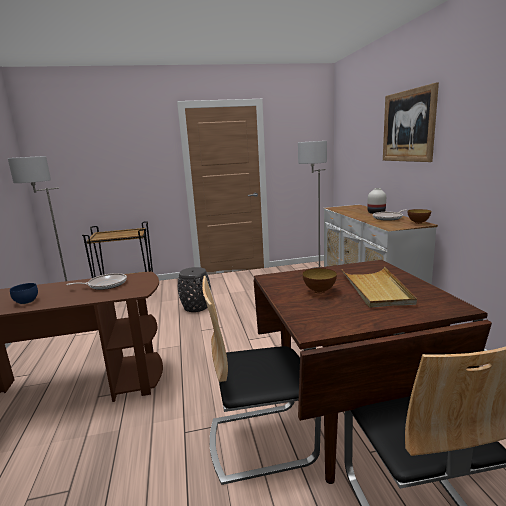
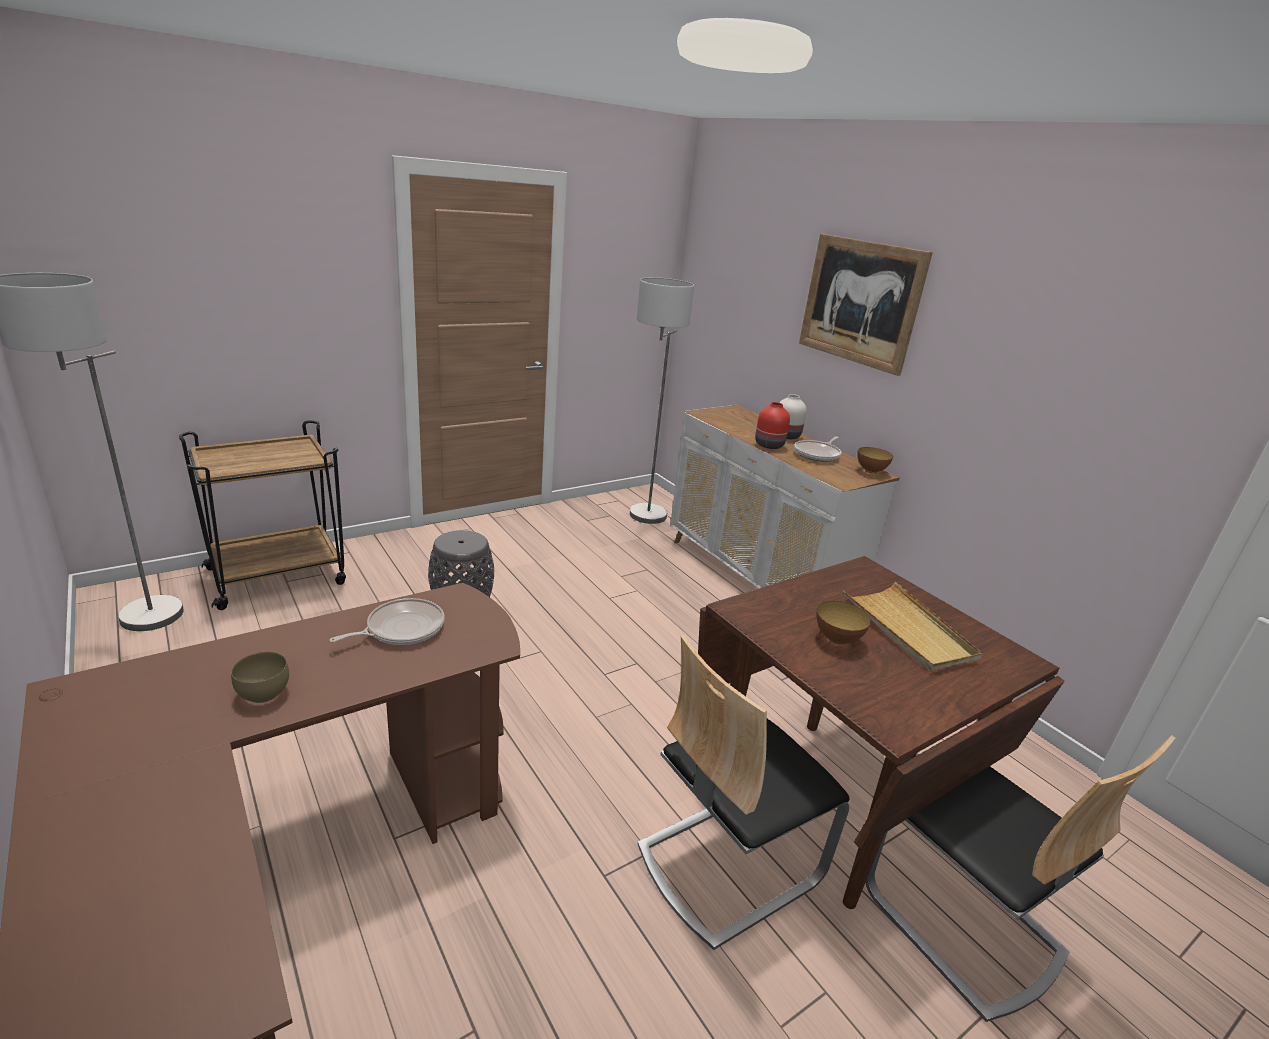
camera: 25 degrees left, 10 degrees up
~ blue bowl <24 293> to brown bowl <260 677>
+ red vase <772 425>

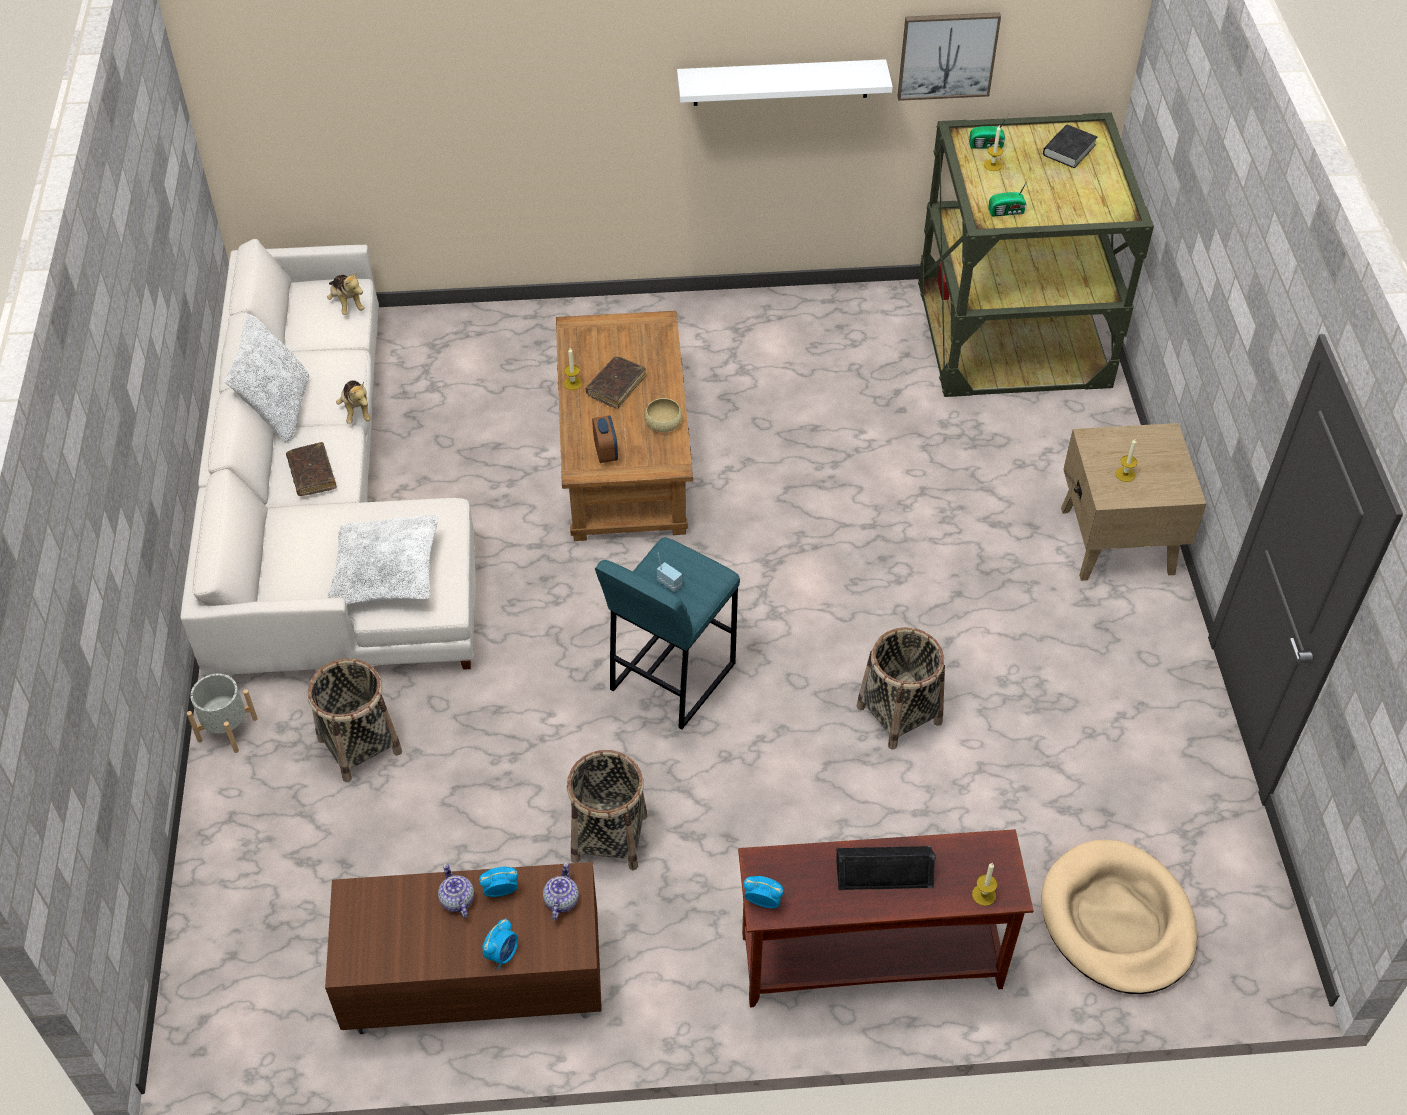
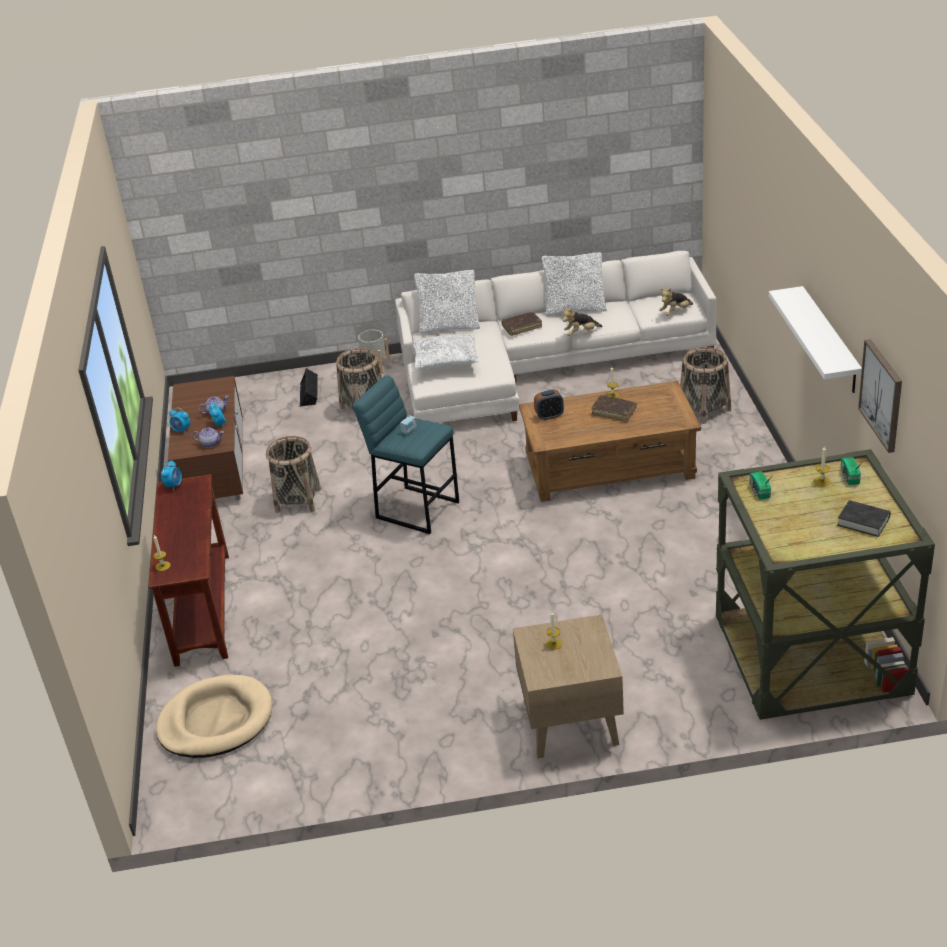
camera: 90 degrees right, 15 degrees down
- beige bowl <663 415>
~ black speaker <886 868> to <309 387>
~ basket <900 688> to <705 385>
+ white pillow <447 302>

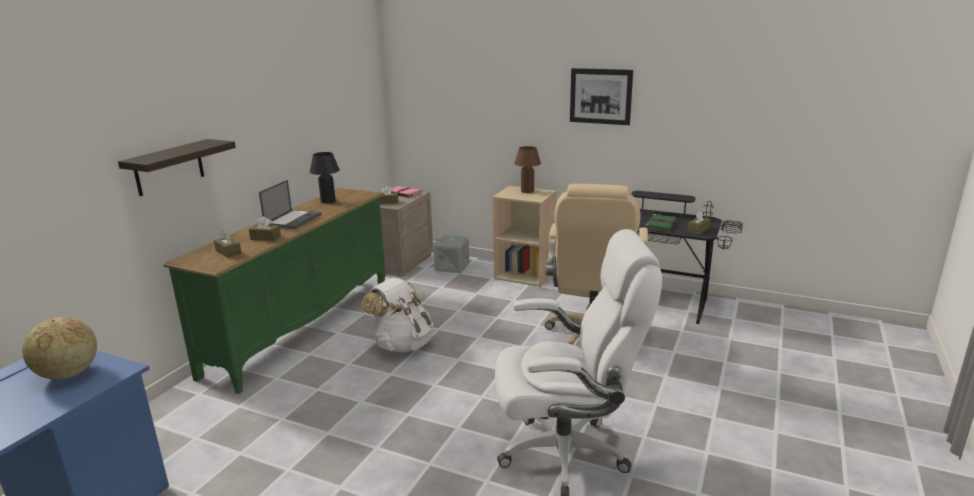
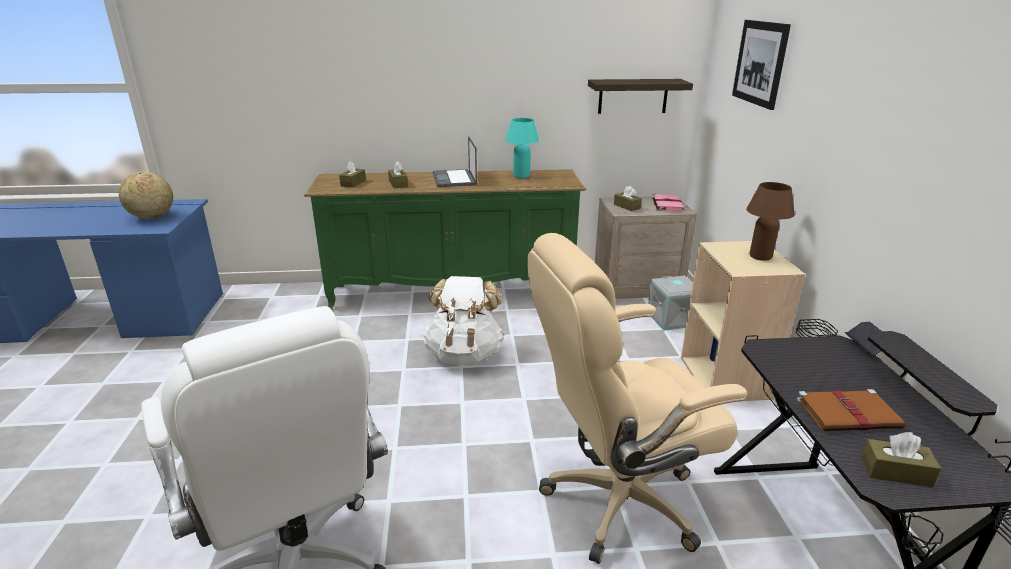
camera: 60 degrees right, 5 degrees up
~ shelf <177 167> to <640 96>
~ laptop <290 204> = <455 161> 90 degrees clockwise
~ black table lamp <325 178> to turquoise table lamp <522 148>
~ picture <601 96> to <761 65>
~ green book <661 223> to brown book <850 410>

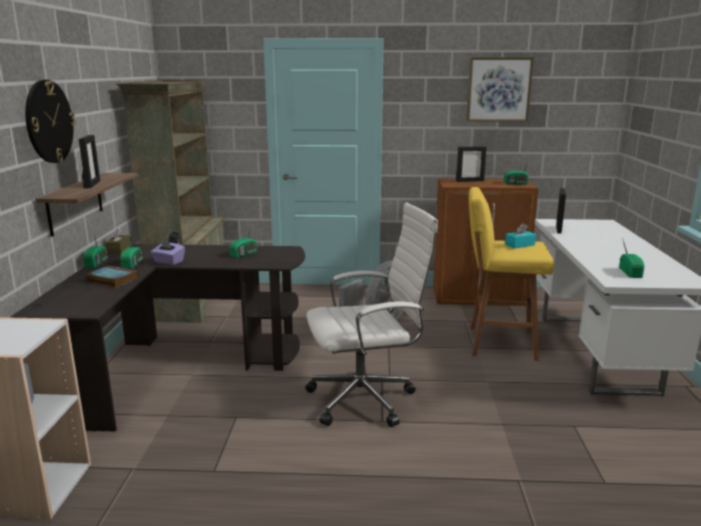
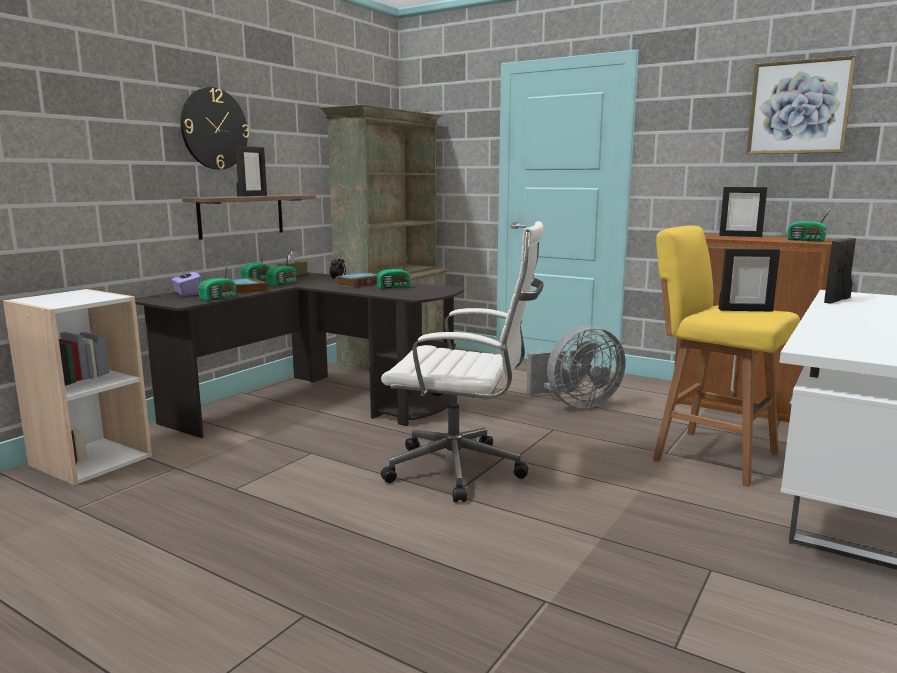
camera: 30 degrees right, 5 degrees down
~ purple tissue box <168 252> to <186 281>
~ turquoise tissue box <520 236> to picture frame <749 280>
~ radio <631 258> to <217 281>
+ book <356 280>

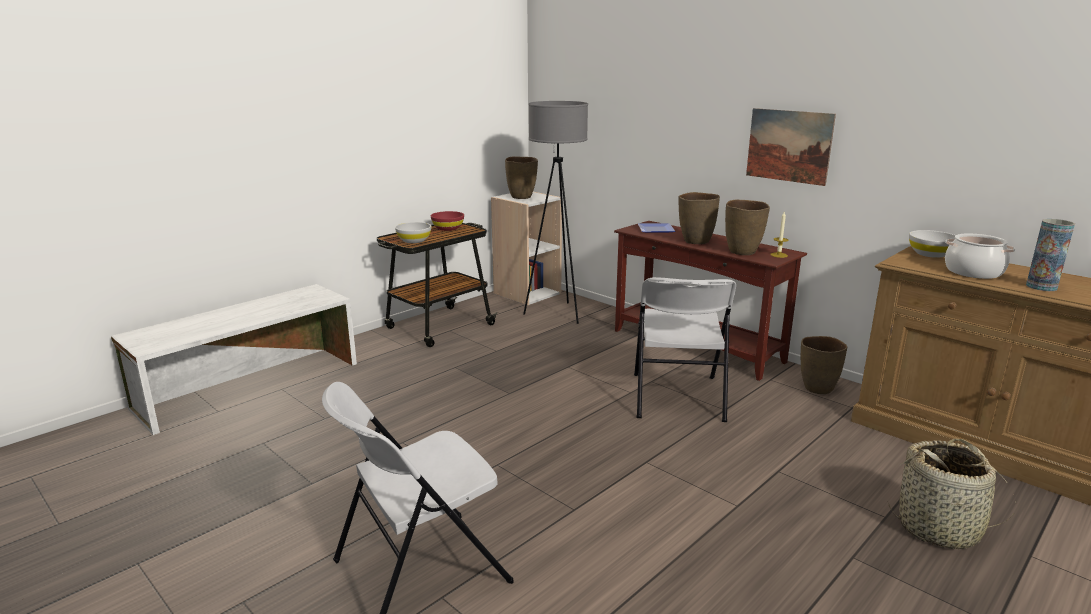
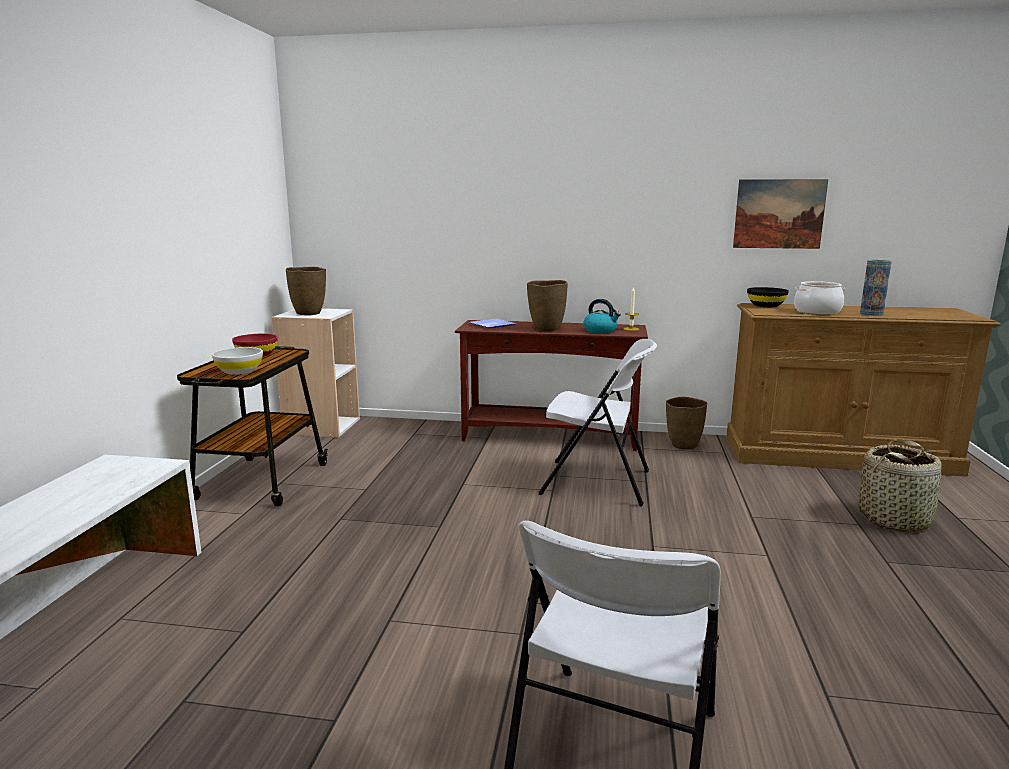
camera: 35 degrees left, 5 degrees down
- grey floor lamp <555 212>
~ white chair <685 349> = <598 423> 45 degrees counterclockwise
~ brown vase <747 227> to kettle <602 316>
~ picture <791 147> to <780 214>
~ white bowl <932 244> to black bowl <768 297>

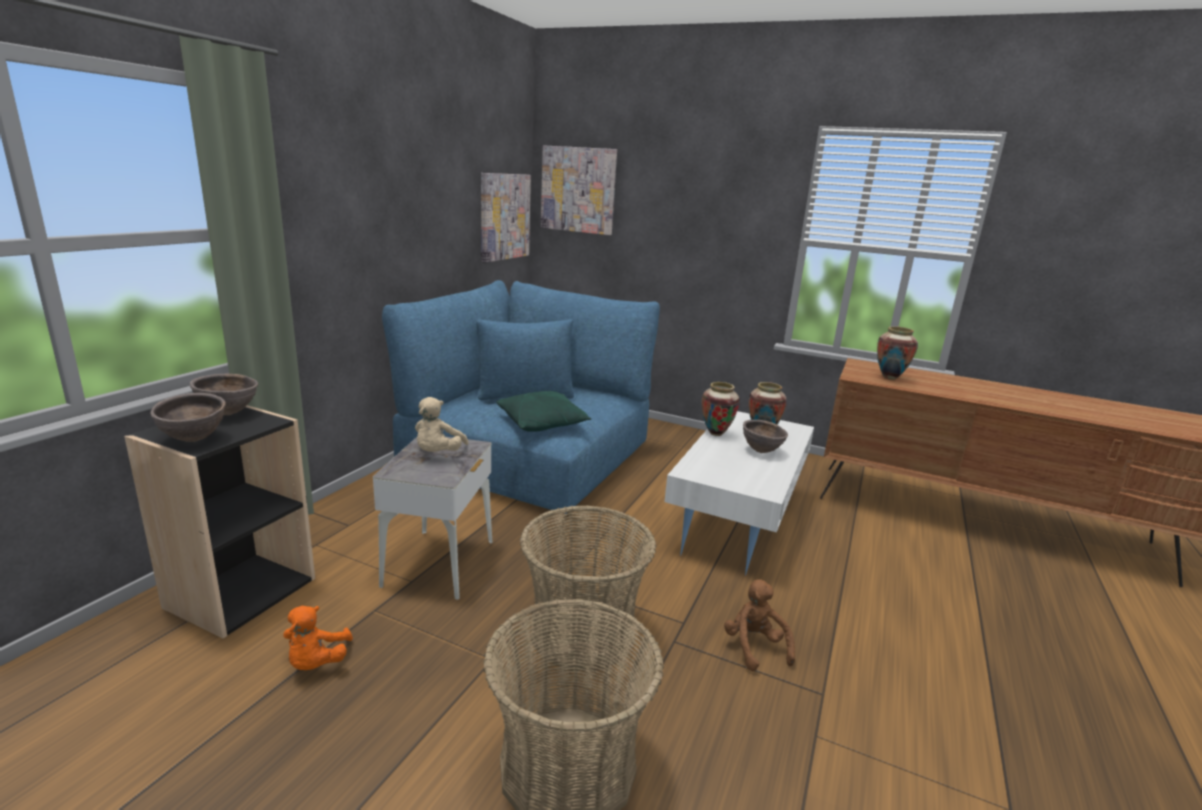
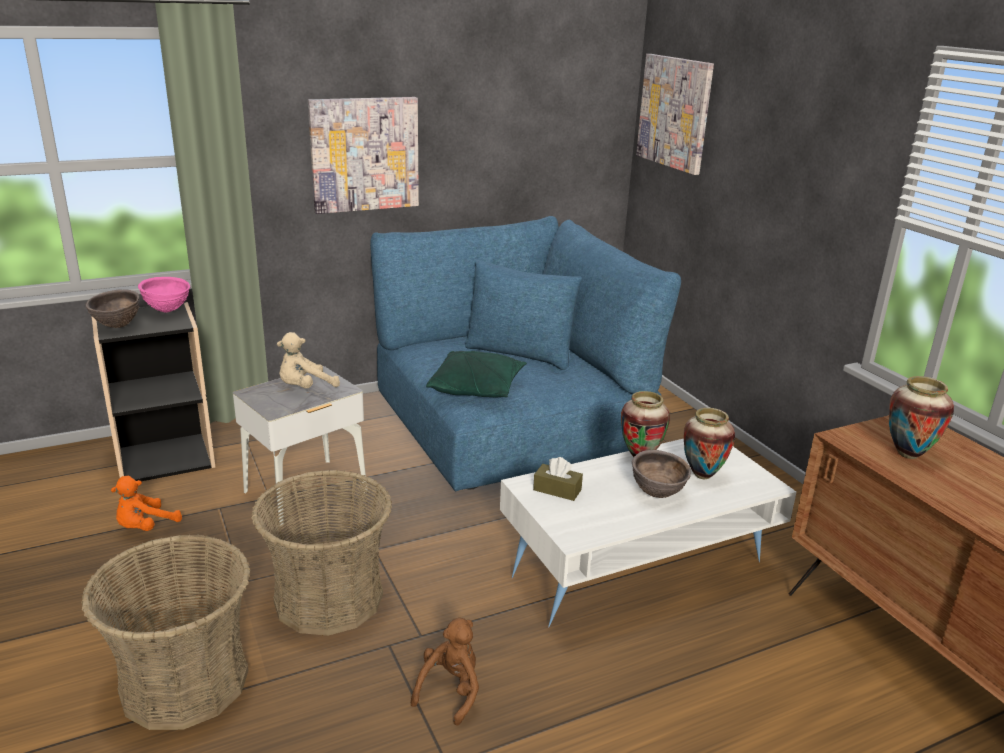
camera: 40 degrees right, 5 degrees up
~ brown bowl <224 394> to pink bowl <164 295>
~ picture <506 218> to <363 155>
+ brown tissue box <558 479>

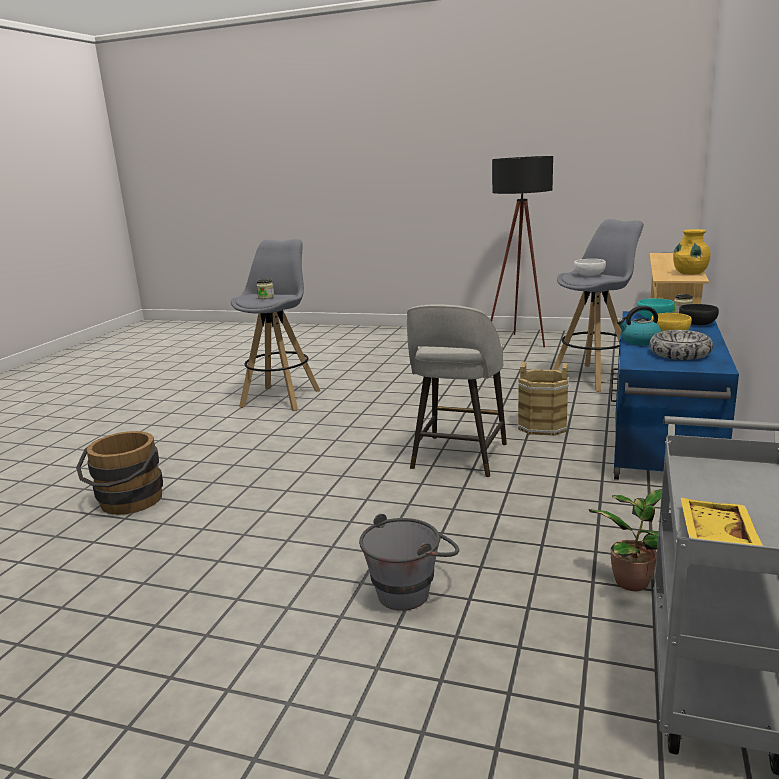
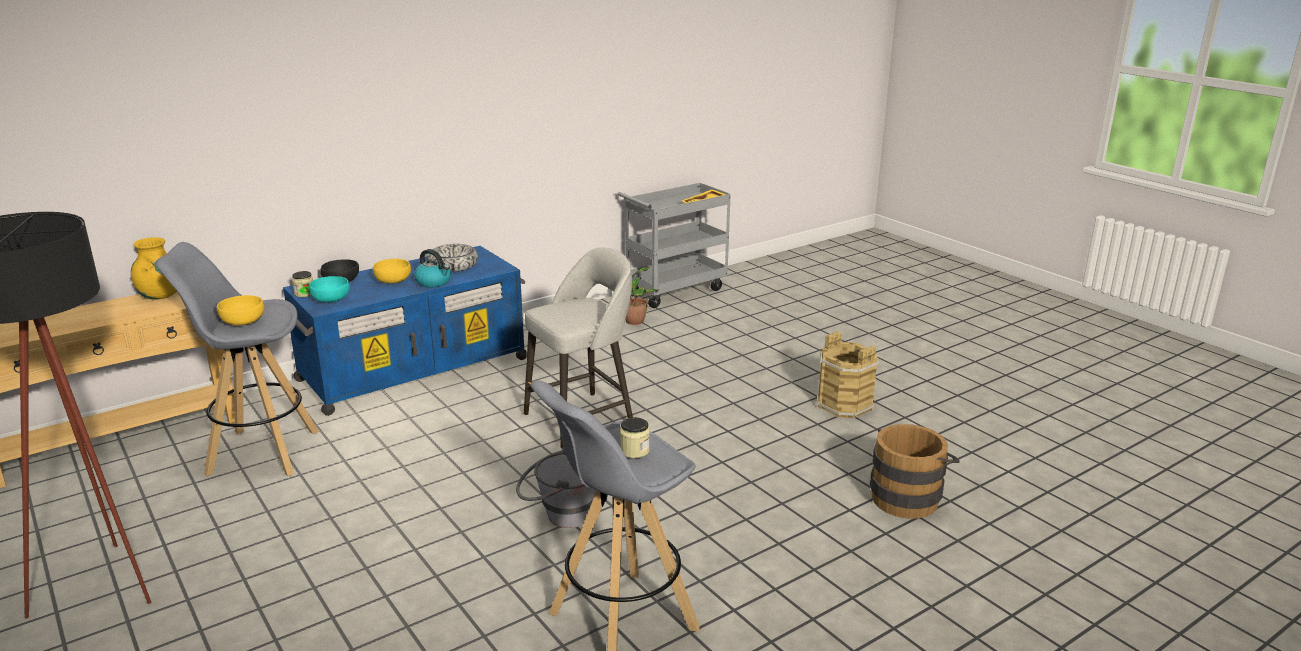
camera: 145 degrees left, 5 degrees up
~ grey bucket <409 562> to <556 488>
~ brown bucket <543 399> to <848 374>
~ white bowl <590 267> to yellow bowl <240 310>

